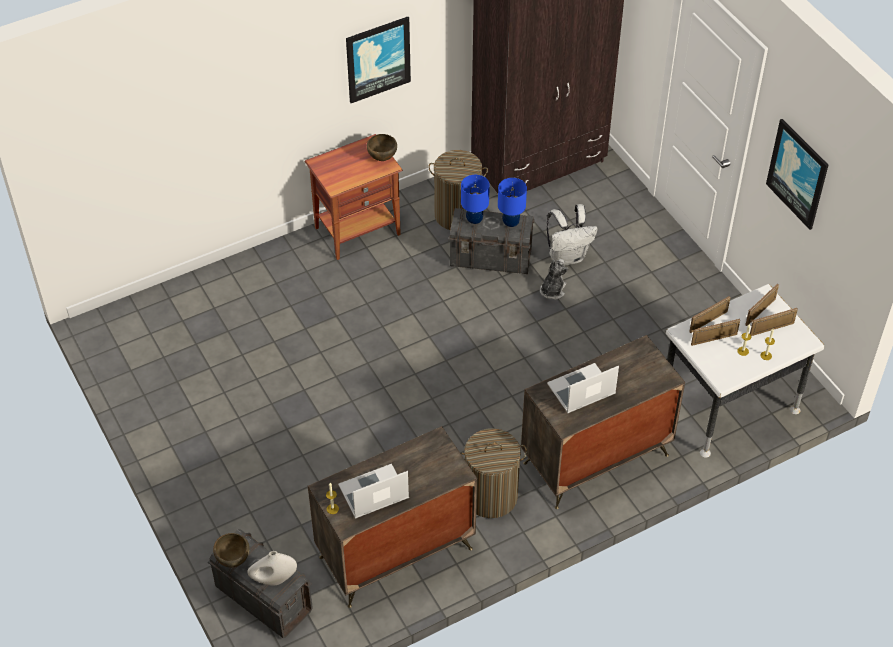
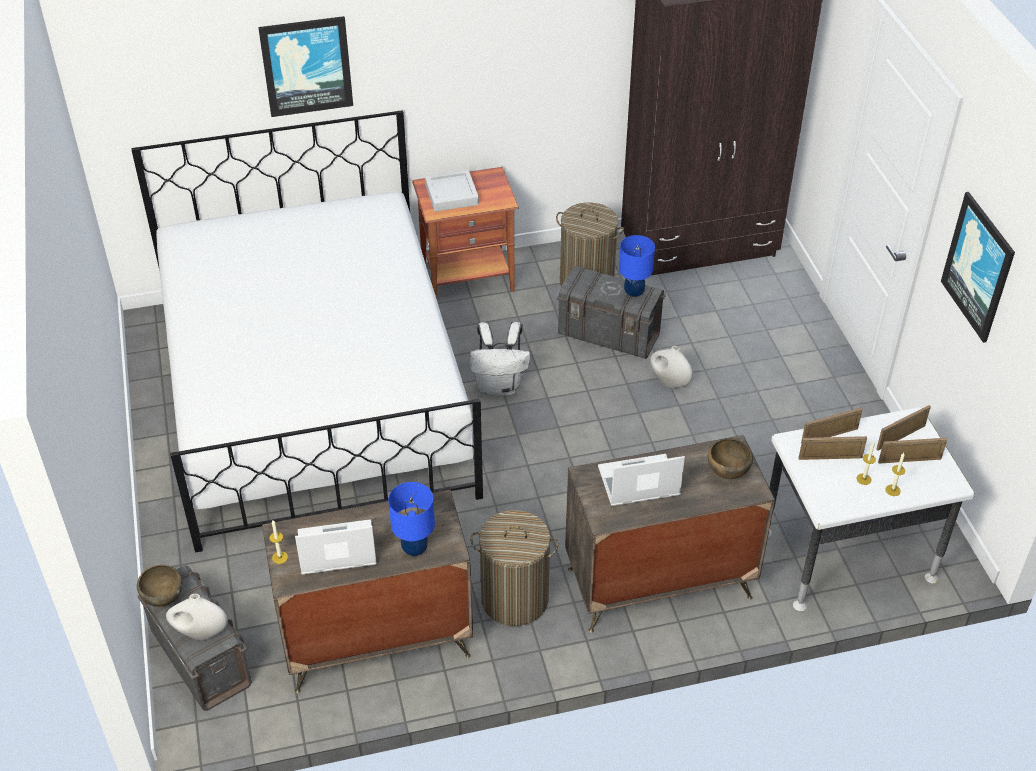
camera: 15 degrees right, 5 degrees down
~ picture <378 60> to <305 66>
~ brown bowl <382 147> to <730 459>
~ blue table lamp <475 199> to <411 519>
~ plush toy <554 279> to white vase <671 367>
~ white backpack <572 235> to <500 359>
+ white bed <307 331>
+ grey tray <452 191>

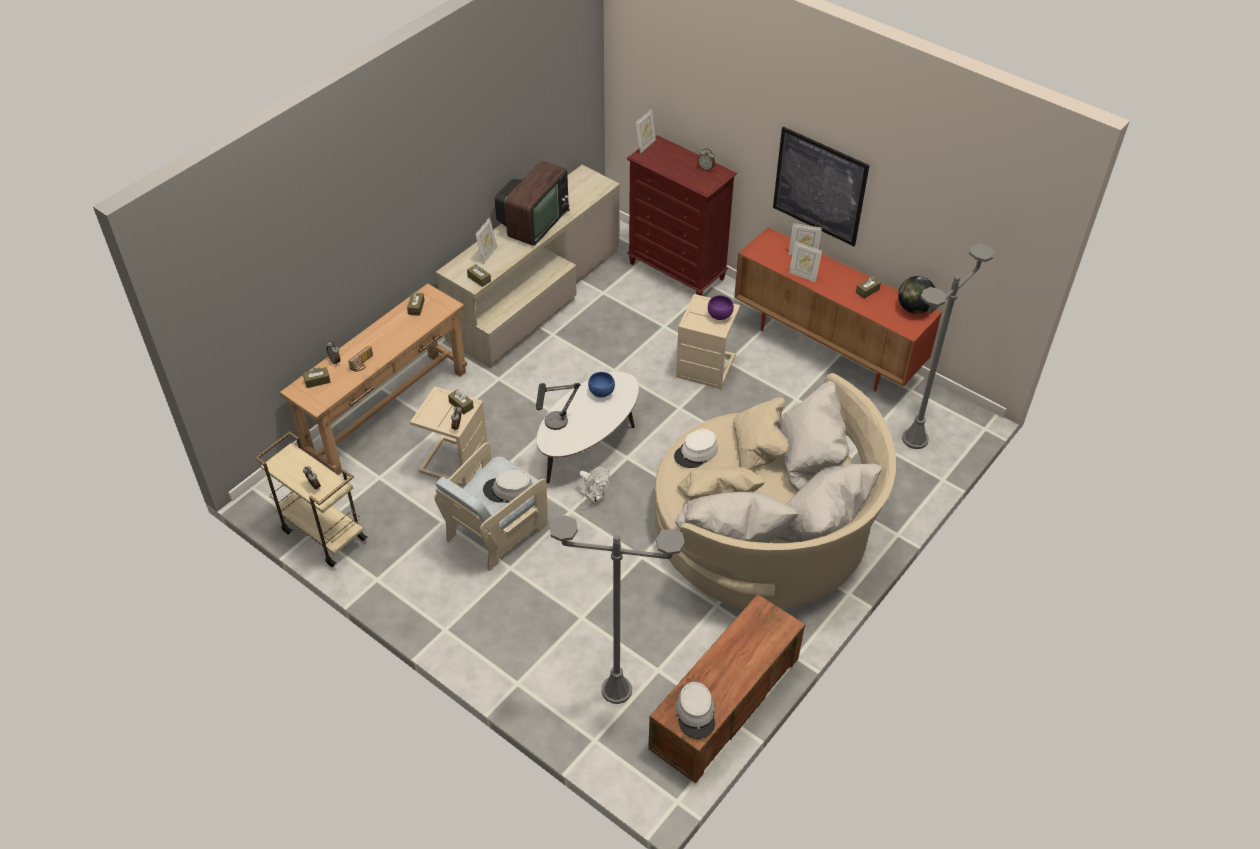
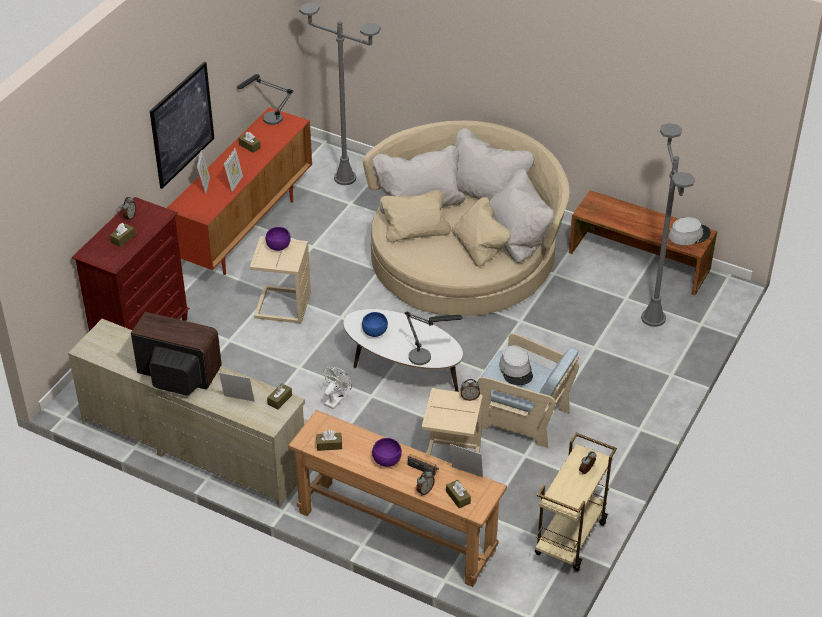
camera: 100 degrees left, 5 degrees down
~ brown tissue box <461 401> to <122 235>
~ white fan <594 484> to <337 388>
~ picture frame <646 131> to <466 460>
- white hat <696 448>
~ globe <916 295> to table lamp <265 99>
+ purple bowl <387 452>

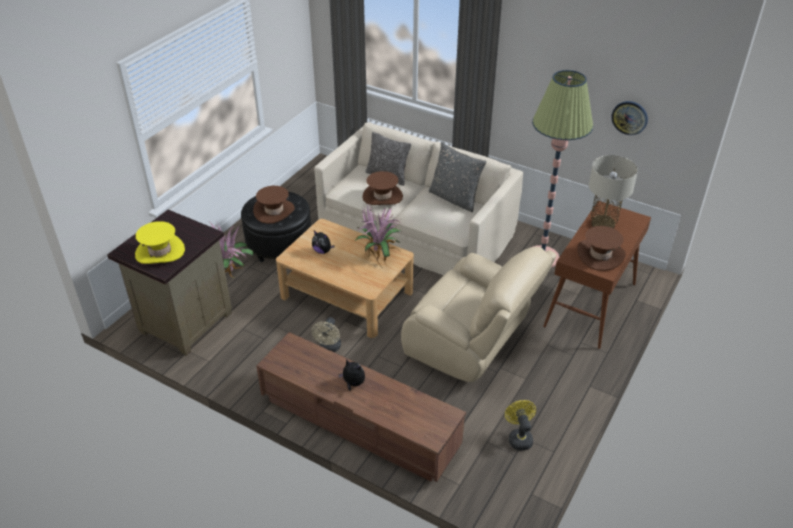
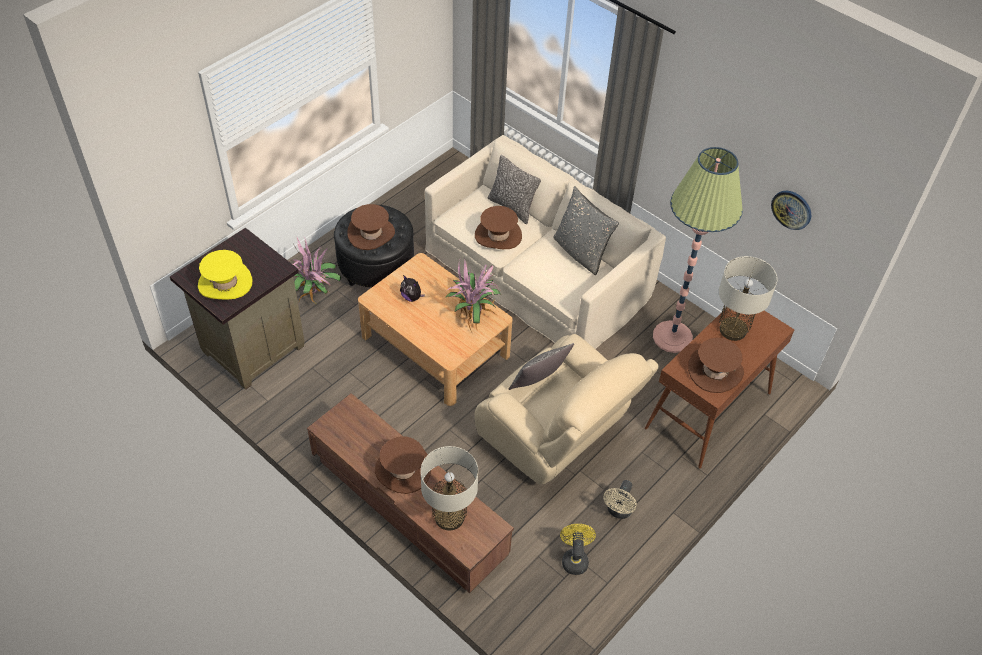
camera: 10 degrees right, 10 degrees up
~ beige fan <326 334> to <620 499>
~ plush toy <352 375> to brown hat <403 465>
+ table lamp <449 488>
+ pillow <541 366>

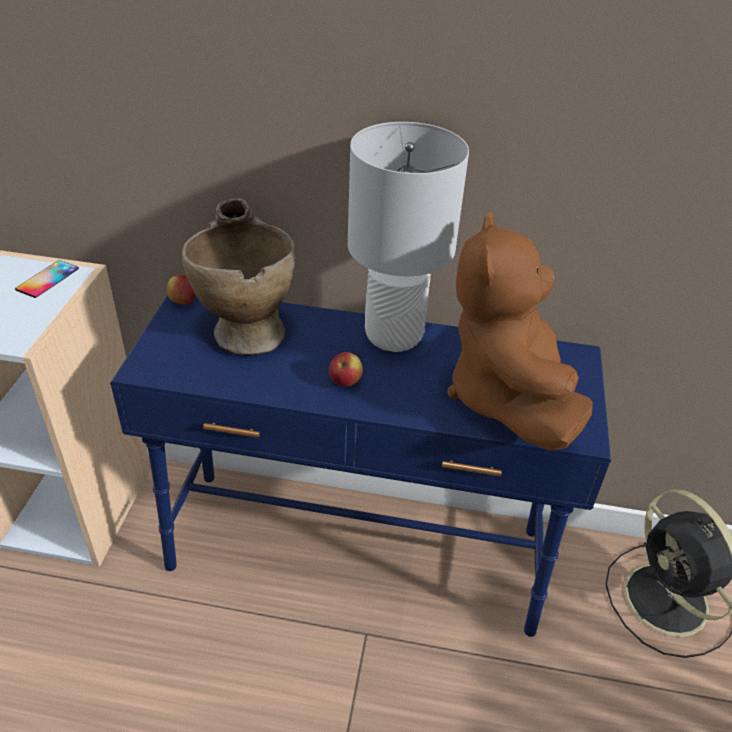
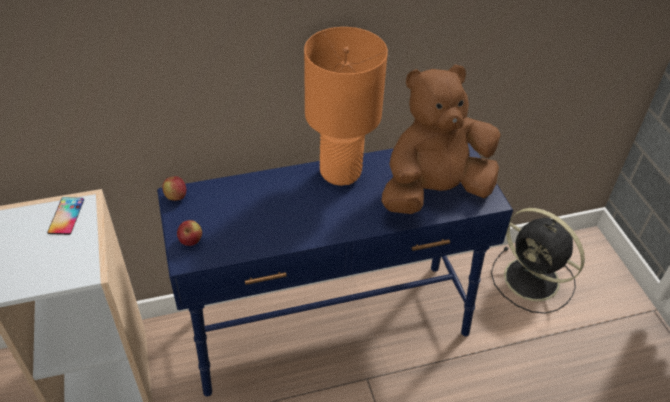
camera: 25 degrees left, 5 degrees up
- beige vase <239 276>
~ apple <346 369> to <189 233>
~ grey table lamp <408 237> to orange table lamp <346 106>
~ brown plush toy <520 331> = <441 139> 90 degrees clockwise

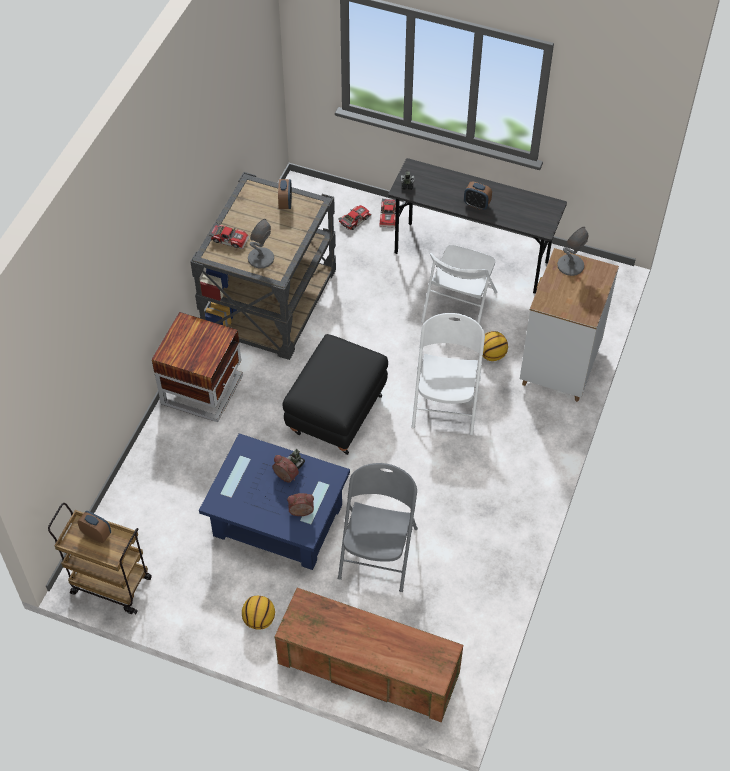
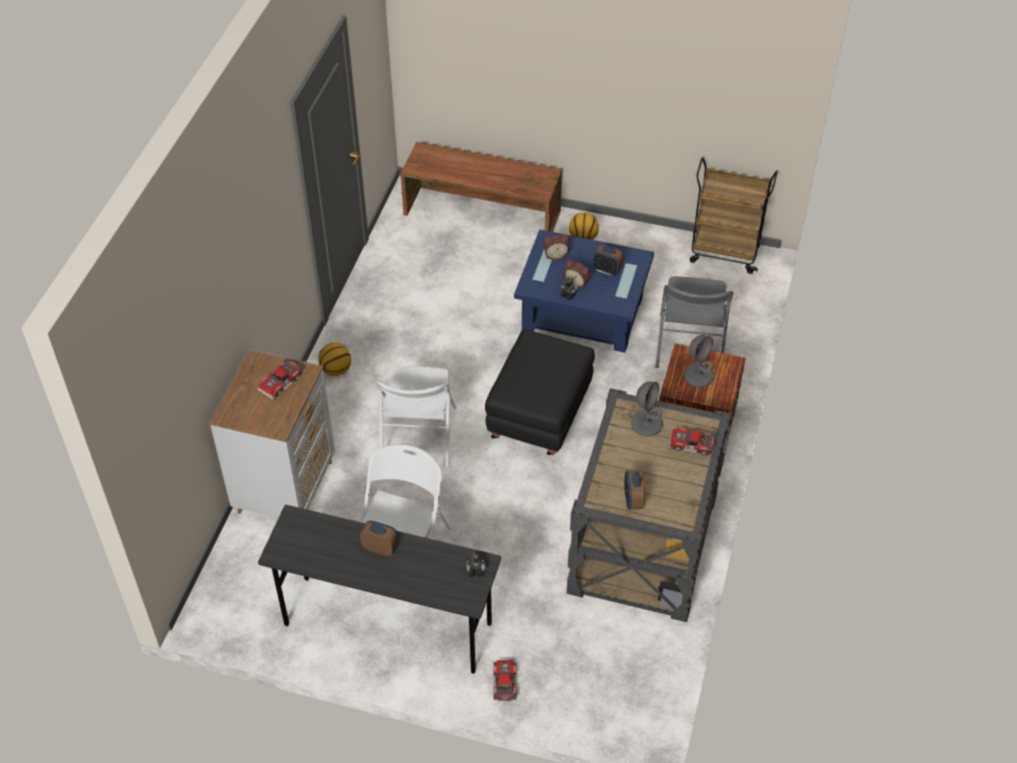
camera: 175 degrees right, 5 degrees down
~ alarm clock <94 527> to <608 260>
~ toy car <354 217> to <279 379>
~ grey chair <378 527> to <694 322>
~ basketball <495 346> to <334 359>
~ grey table lamp <573 251> to <699 361>

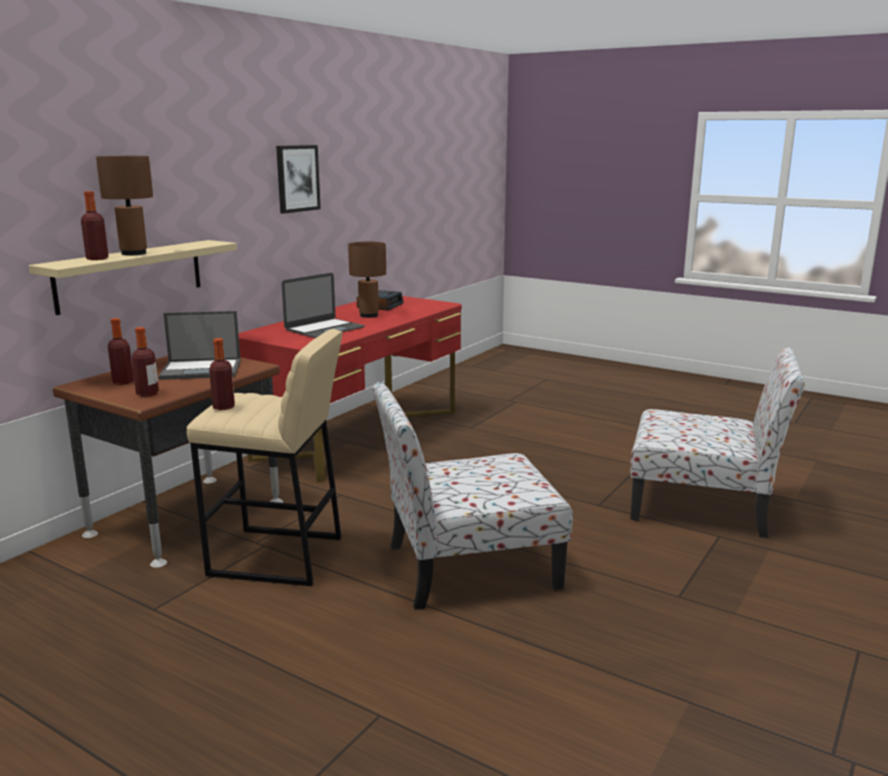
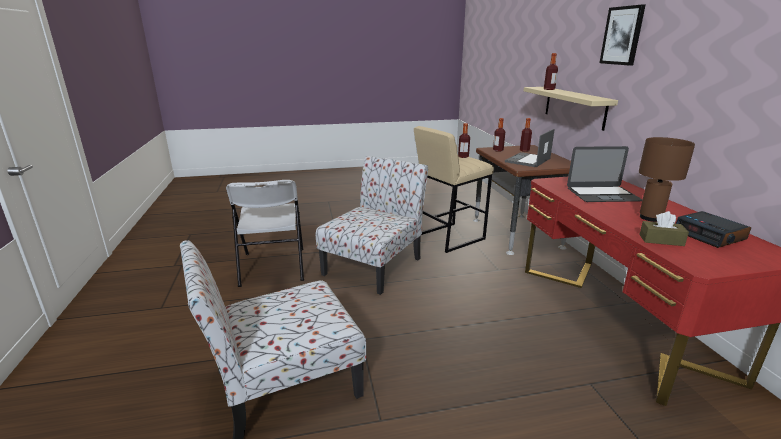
camera: 135 degrees right, 5 degrees up
- brown table lamp <124 205>
~ picture <298 179> to <622 35>
~ laptop <323 305> = <604 174> 90 degrees counterclockwise
+ white chair <265 233>
+ brown tissue box <664 228>

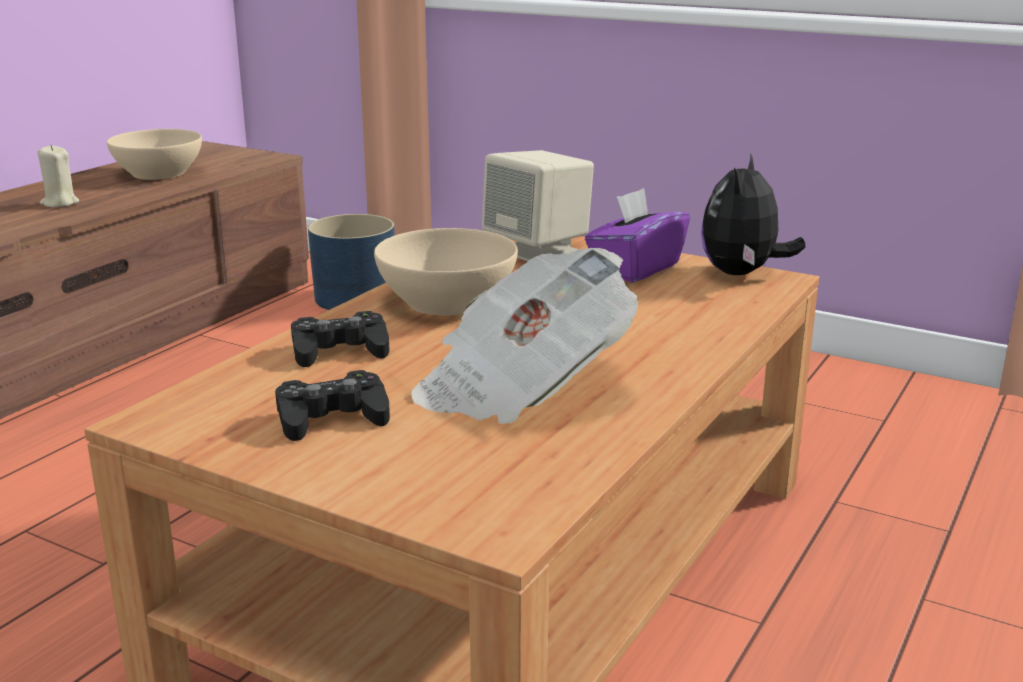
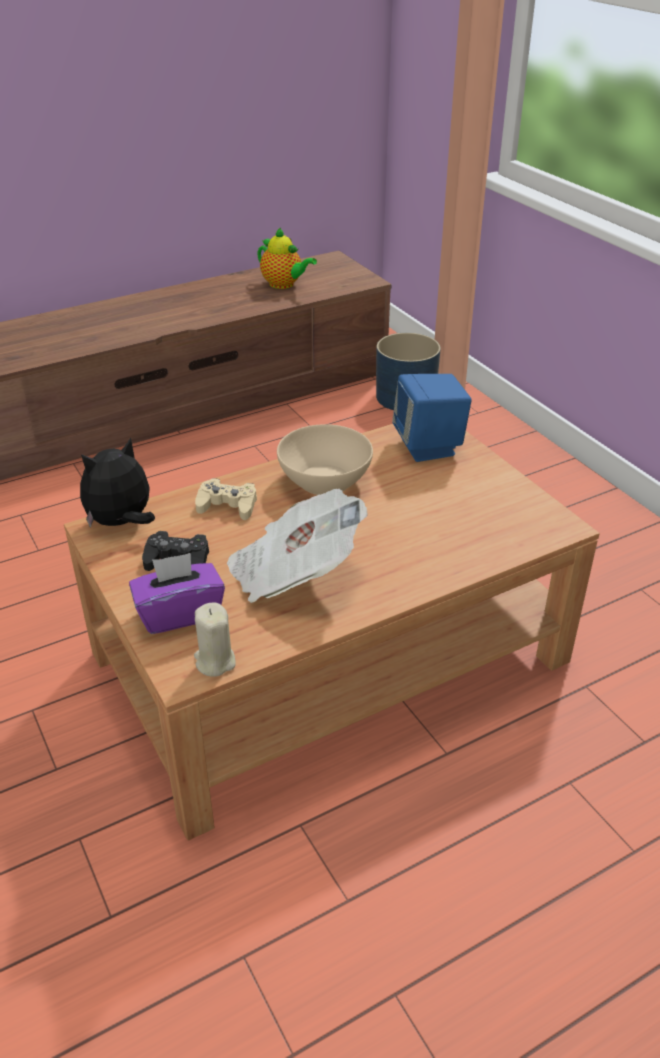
camera: 30 degrees right, 15 degrees up
~ beige candle <58 176> to <215 640>
~ beige bowl <154 154> to teapot <287 258>
~ black game controller <340 339> to beige game controller <226 499>
~ beige speaker <538 205> to blue speaker <432 418>
~ purple tissue box <637 235> to <177 593>
~ plush toy <753 214> to <117 483>

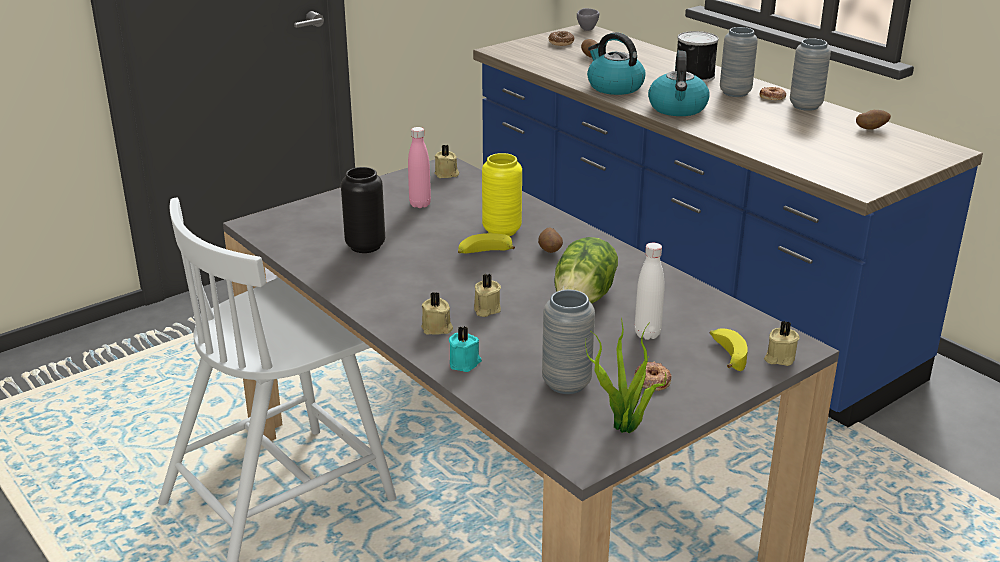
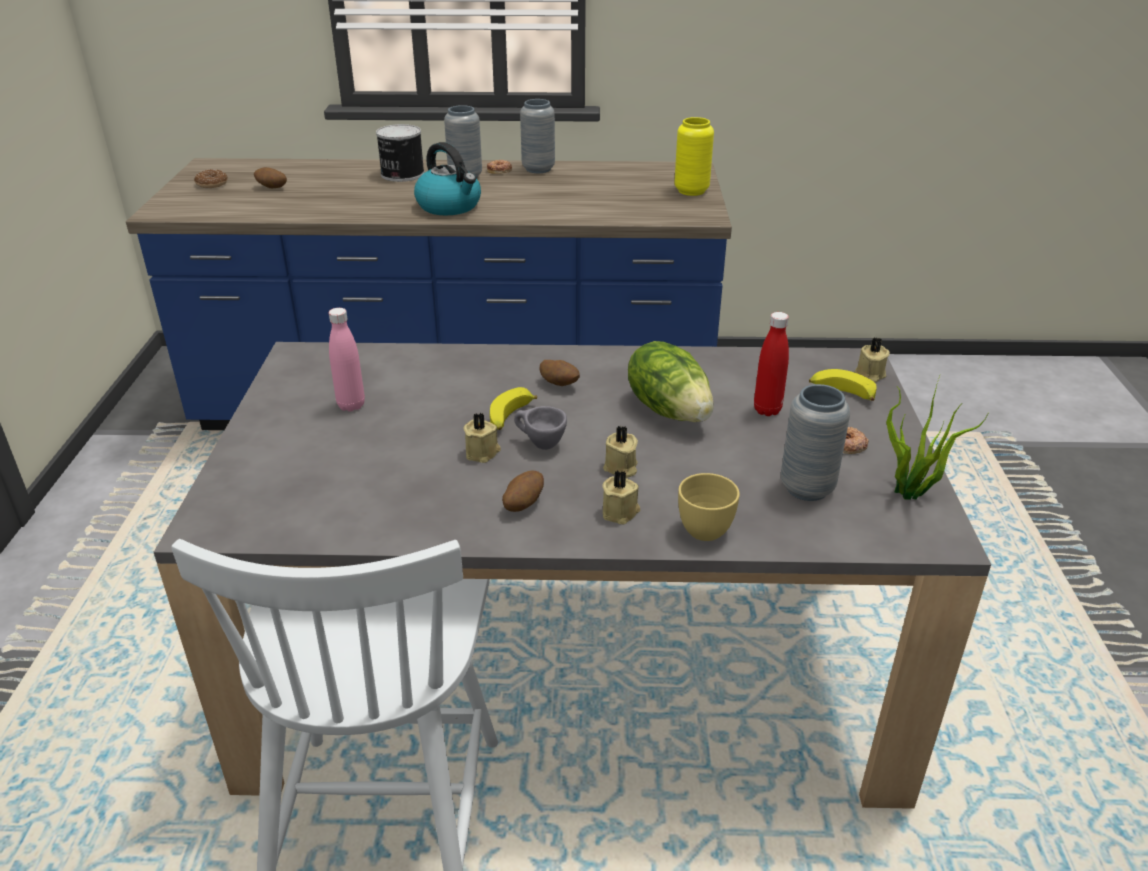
camera: 50 degrees left, 5 degrees up
- black vase <363 210>
~ beige candle <446 161> to <482 438>
~ turquoise candle <465 349> to yellow cup <709 507>
~ yellow vase <502 194> to <694 156>
~ grey cup <588 19> to <540 428>
- kettle <616 63>
~ white bottle <650 291> to red bottle <771 364>
~ potato <873 119> to <523 491>

